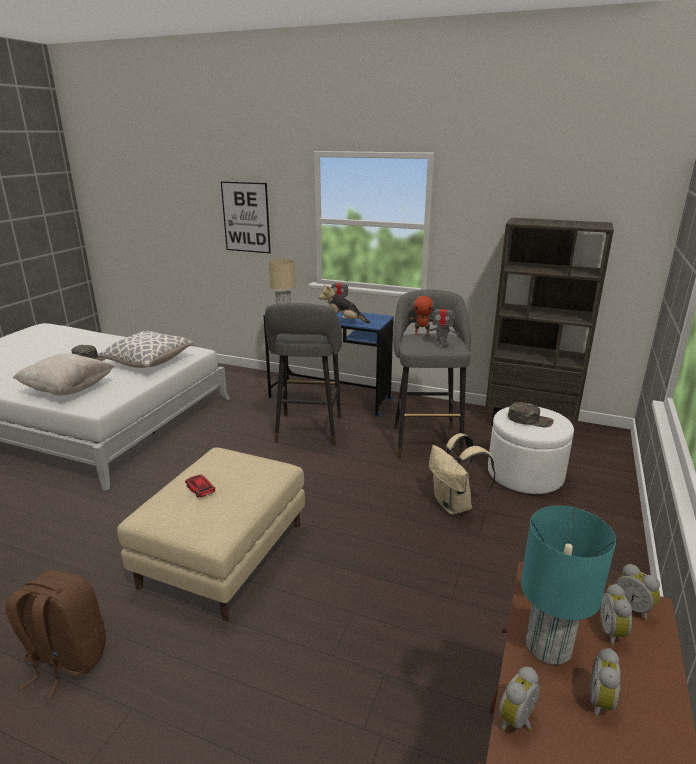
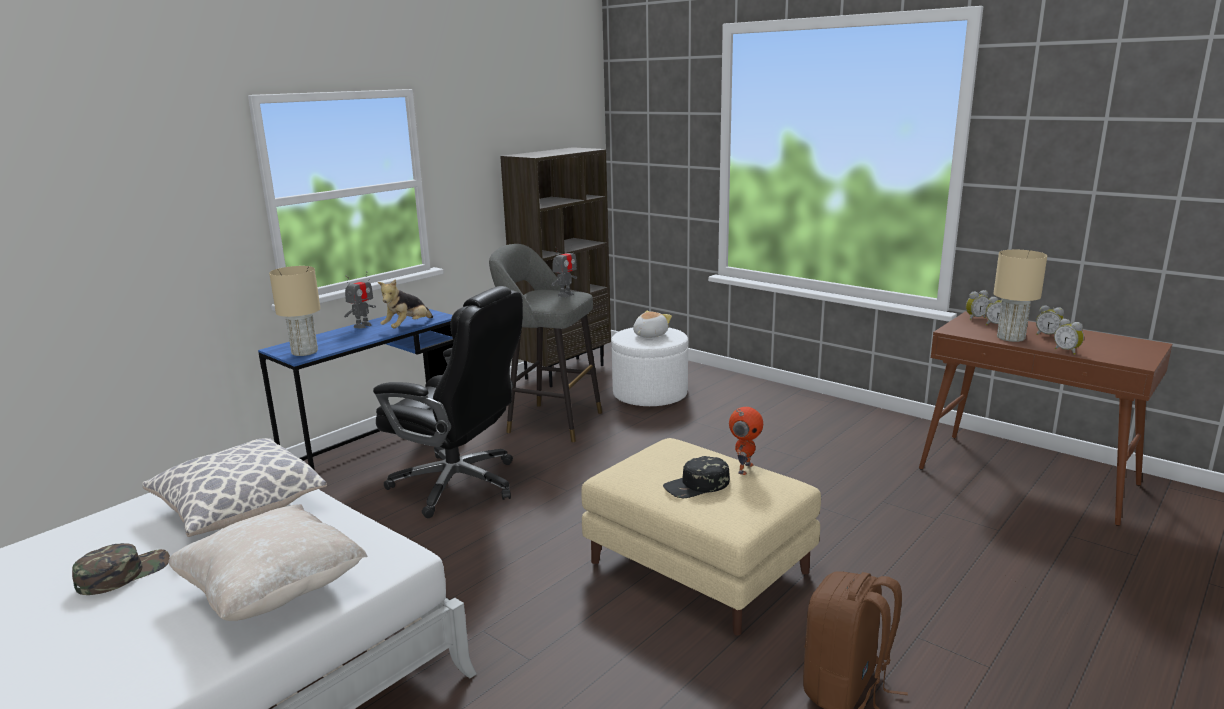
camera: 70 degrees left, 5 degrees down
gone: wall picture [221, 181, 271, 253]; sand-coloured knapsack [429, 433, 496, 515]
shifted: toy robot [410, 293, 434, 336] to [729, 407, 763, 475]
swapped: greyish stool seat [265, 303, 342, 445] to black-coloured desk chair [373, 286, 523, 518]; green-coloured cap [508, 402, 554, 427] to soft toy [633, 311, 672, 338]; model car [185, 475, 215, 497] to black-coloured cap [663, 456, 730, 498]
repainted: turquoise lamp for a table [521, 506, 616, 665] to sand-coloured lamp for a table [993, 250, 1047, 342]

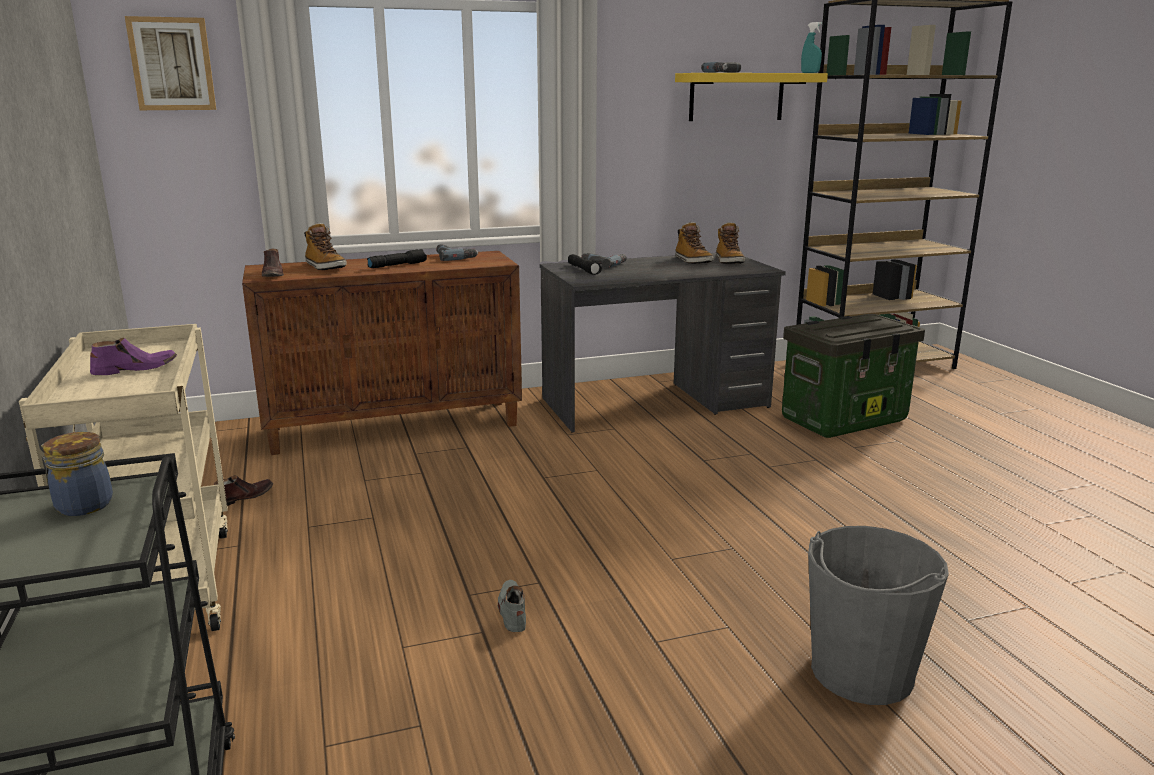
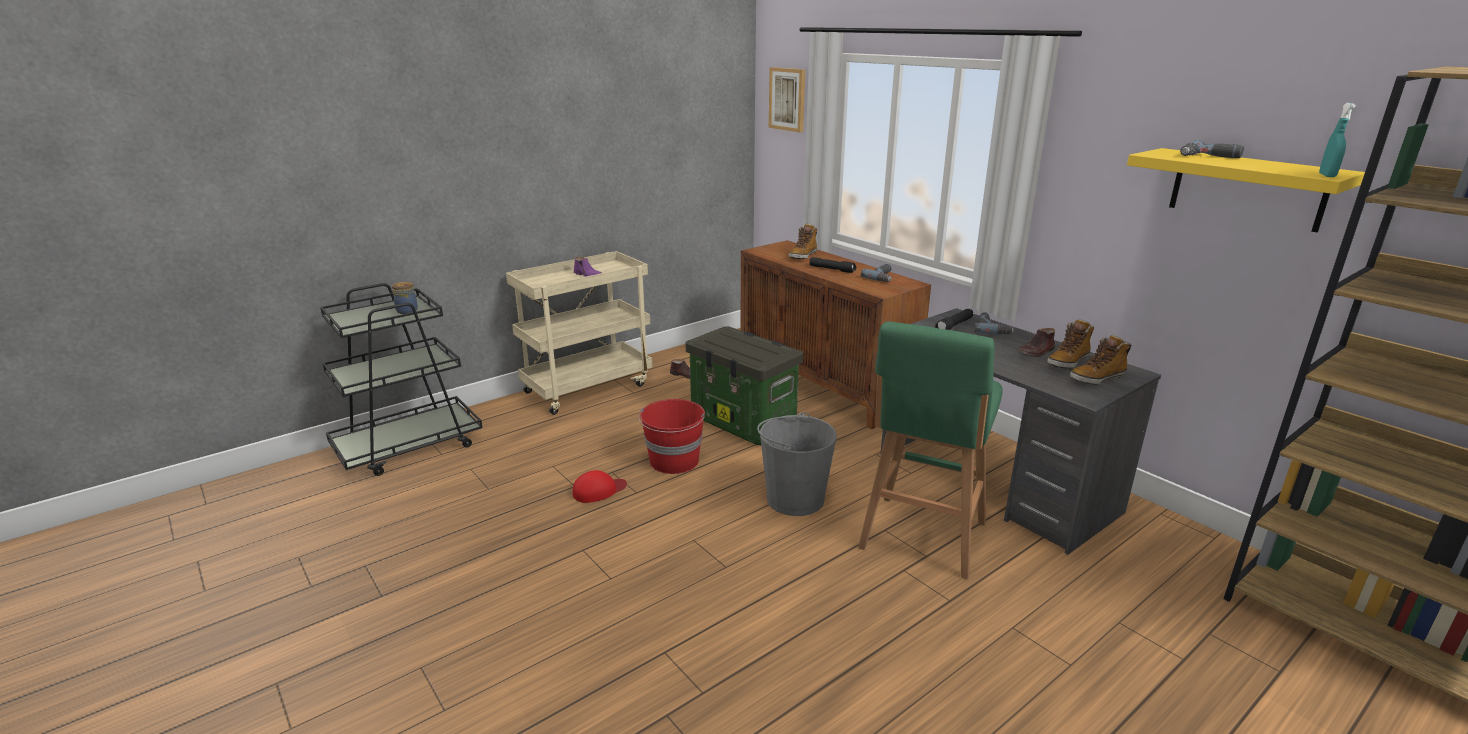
camera: 70 degrees right, 5 degrees up
new: red-coloured water bucket [638, 399, 705, 474]; green-coloured stool seat [858, 322, 1003, 579]
shifted: storage box [782, 314, 925, 438] to [685, 326, 803, 445]; greyish water bucket [808, 526, 949, 705] to [757, 412, 837, 516]; brown low shoe [262, 249, 284, 277] to [1017, 328, 1055, 357]
swapped: greyish low shoe [498, 580, 526, 632] to red-coloured cap [573, 470, 627, 503]

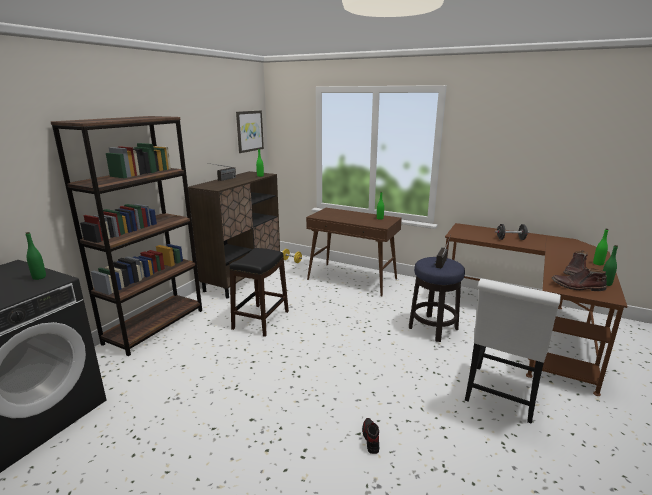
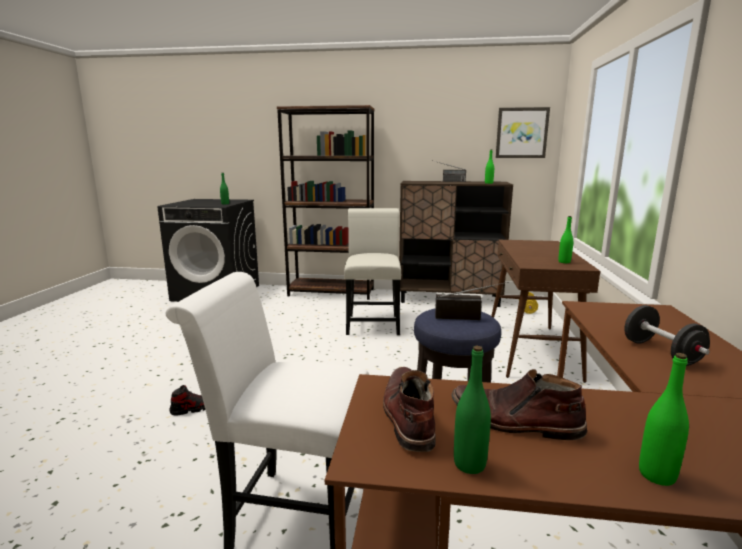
camera: 70 degrees right, 5 degrees down
swapped: black-coloured stool seat [229, 248, 289, 337] to white-coloured upright chair [344, 208, 401, 335]

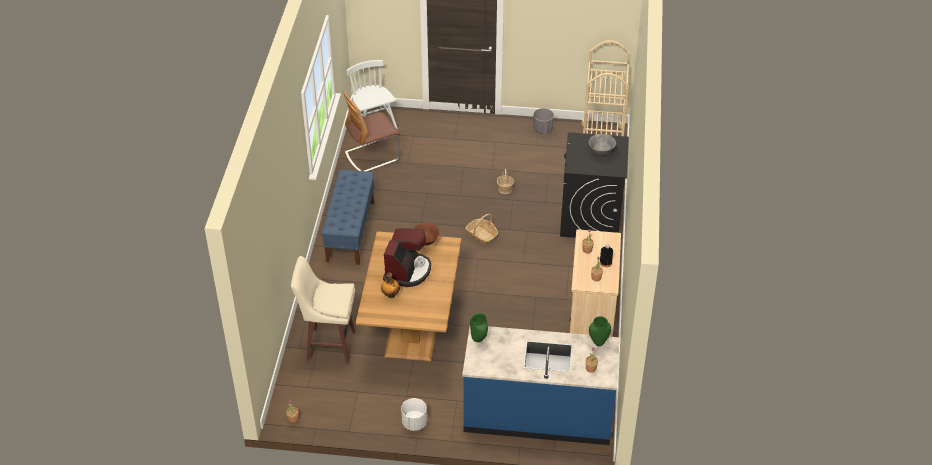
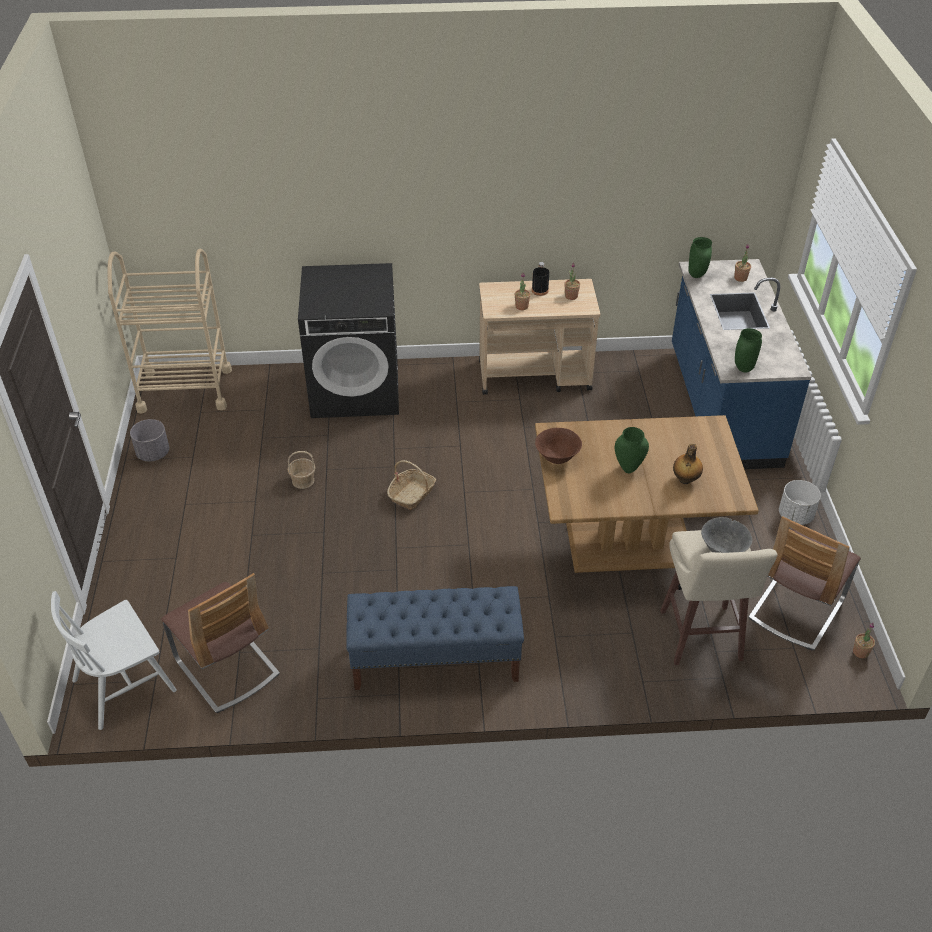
camera: 100 degrees left, 0 degrees up
new: upright chair [748, 516, 861, 651]
shifted: greyish serving bowl [589, 134, 616, 155] to [701, 517, 752, 553]
swapped: coffee machine [383, 228, 431, 287] to green-coloured vase [615, 427, 649, 473]

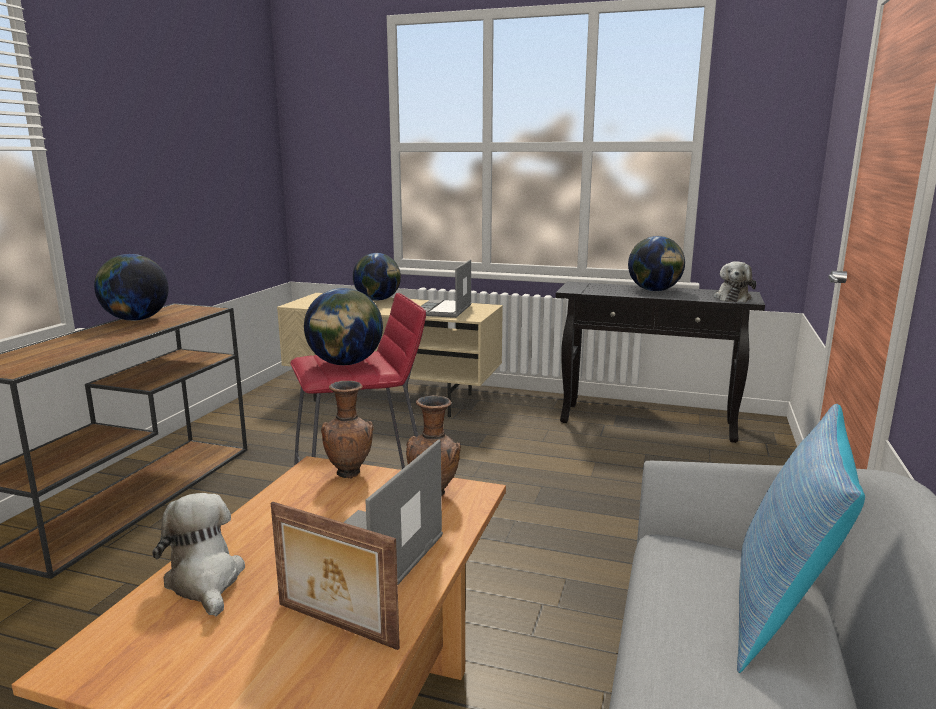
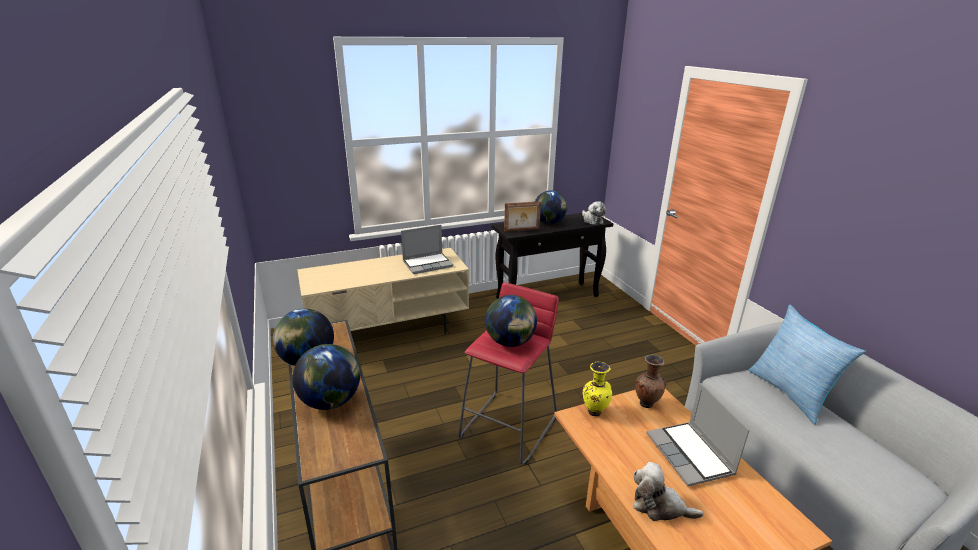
camera: 40 degrees left, 10 degrees up
shifted: world globe [353, 253, 401, 301] to [292, 344, 360, 410]; standing frame [271, 502, 400, 650] to [504, 201, 541, 232]
repainted: brown vase [321, 381, 374, 479] to yellowish vase [583, 362, 612, 416]
rotated: notebook computer [421, 259, 471, 318] = [401, 225, 453, 274] 90 degrees counterclockwise

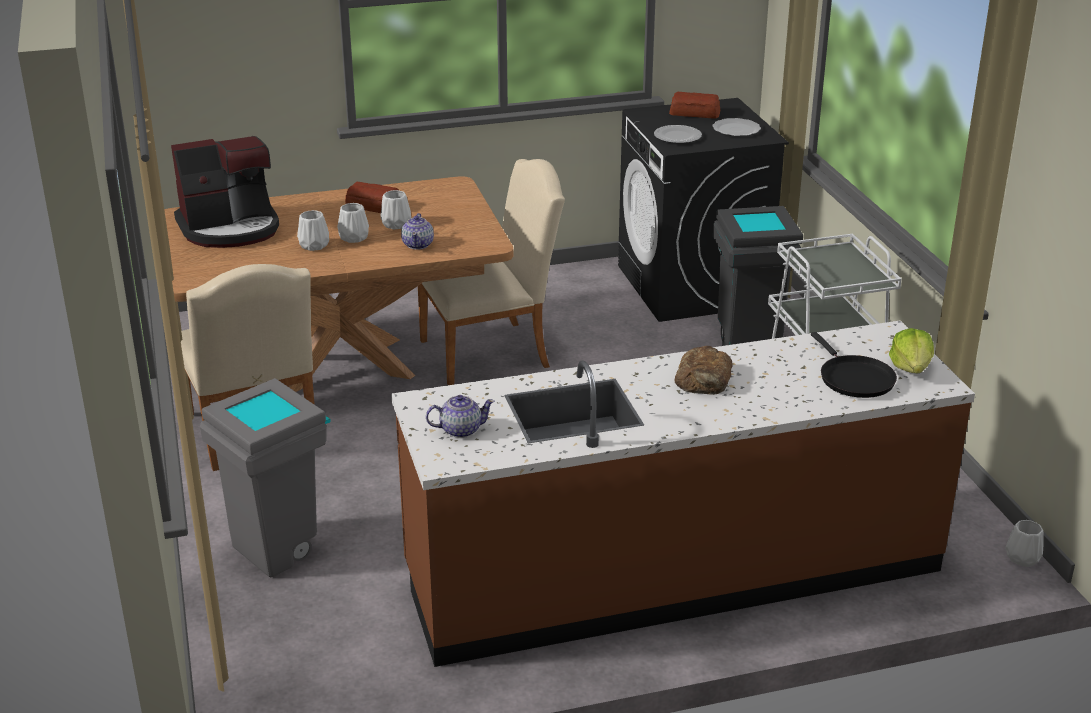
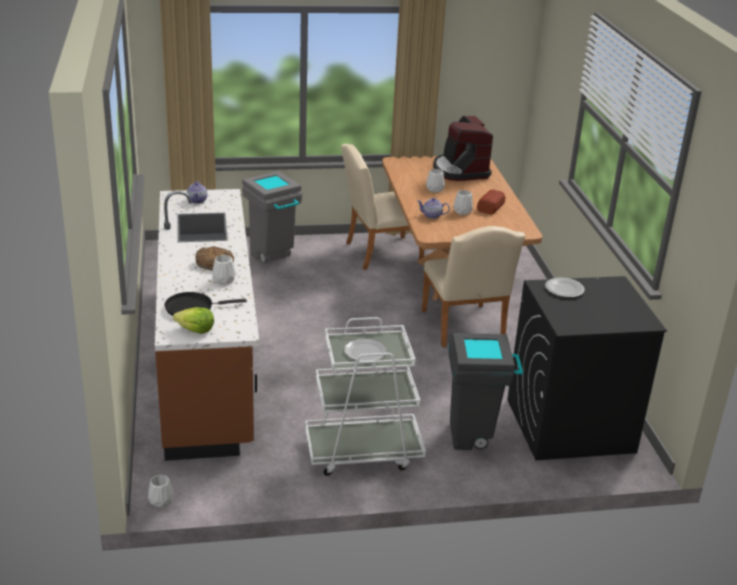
camera: 95 degrees right, 0 degrees up
gone: baked bread [669, 92, 720, 119]
shifted: white-coloured vase [338, 203, 369, 243] to [212, 255, 235, 285]; flat dish [712, 118, 761, 137] to [344, 339, 386, 361]

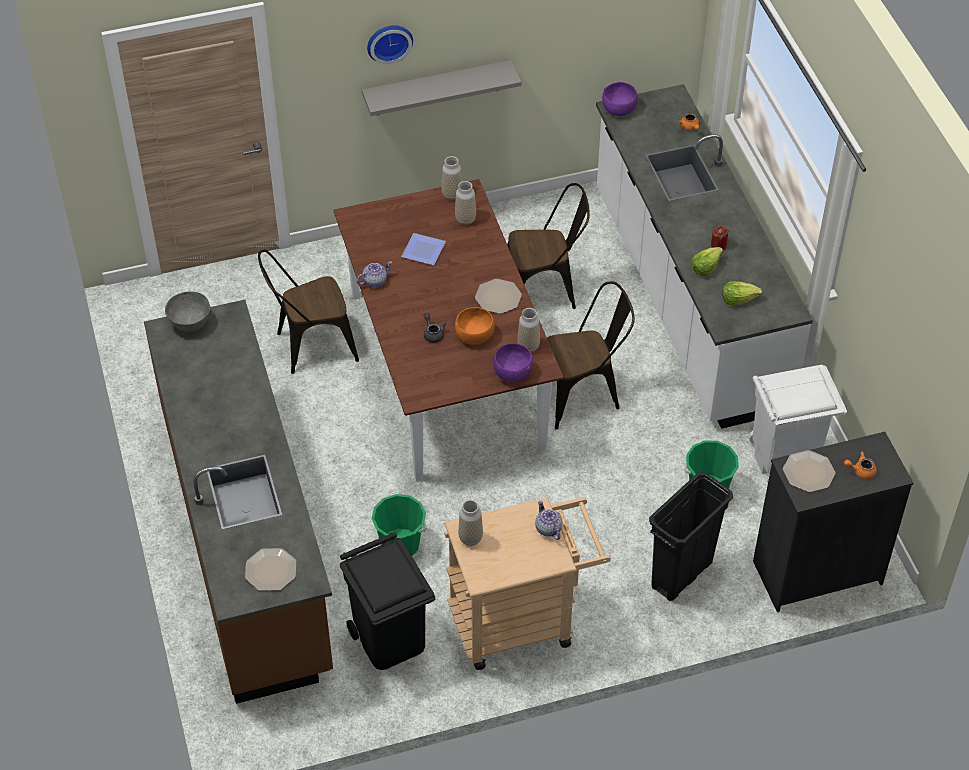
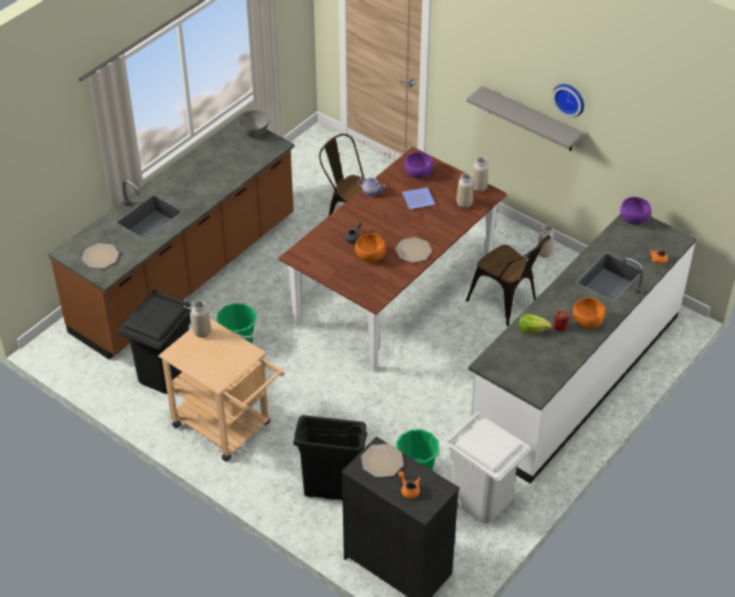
camera: 55 degrees right, 5 degrees down
gone: teapot [535, 501, 563, 540]; brown upright chair [547, 281, 635, 430]; lettuce [722, 281, 762, 306]
new: orange-coloured serving bowl [573, 298, 605, 329]
shifted: purple-coloured serving bowl [493, 343, 533, 382] to [404, 152, 433, 178]; vase [517, 308, 540, 352] to [538, 225, 554, 258]; hanging clock [367, 25, 413, 64] to [552, 84, 584, 117]

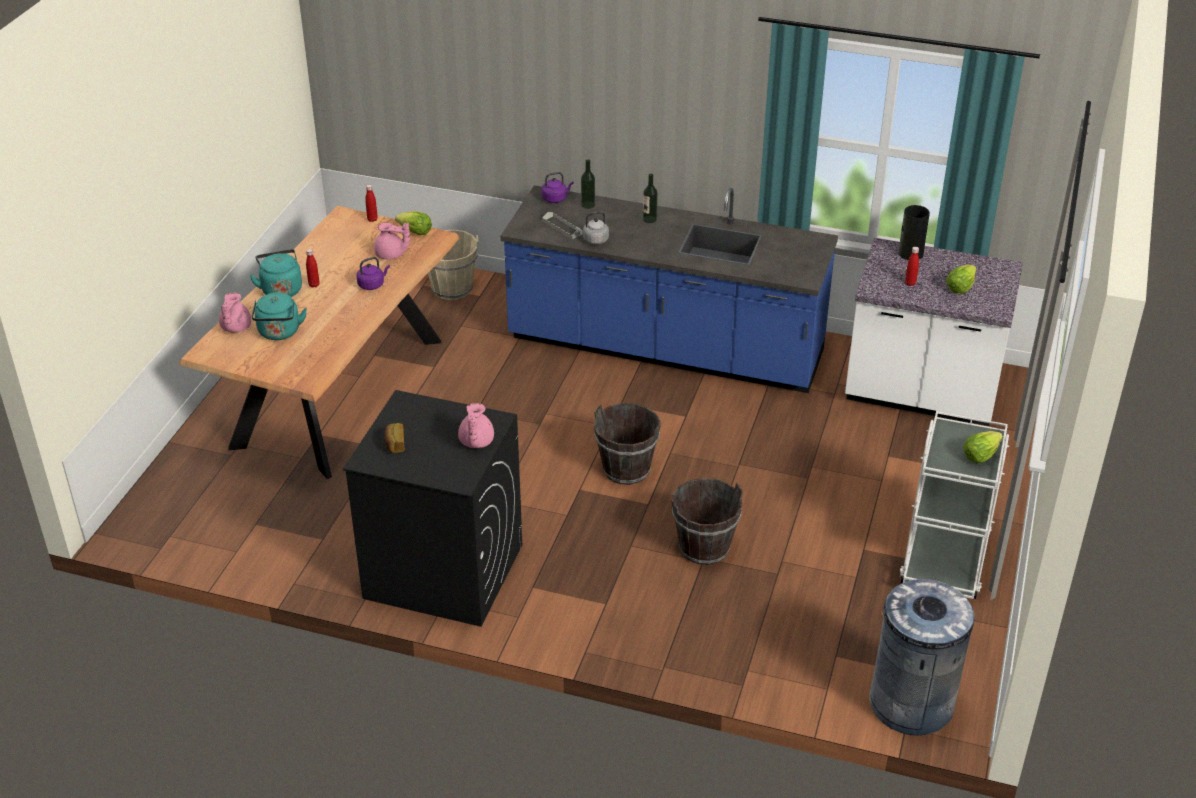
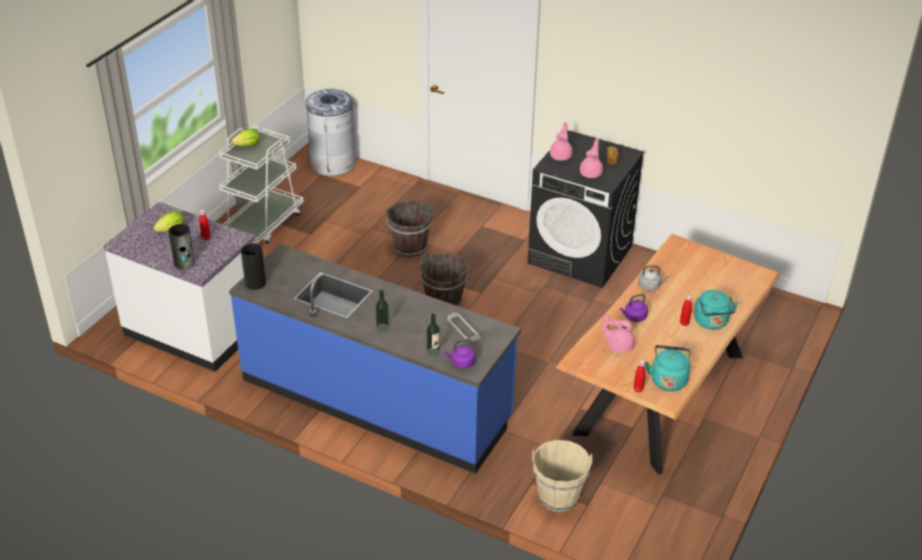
camera: 170 degrees left, 0 degrees up
gone: lettuce [395, 211, 432, 235]
new: vase [241, 243, 266, 290]
shifted: pink-coloured teapot [219, 293, 251, 332] to [580, 139, 603, 178]; greyish tea kettle [575, 211, 609, 245] to [638, 265, 668, 291]; turquoise tea kettle [252, 293, 307, 340] to [645, 345, 691, 391]

